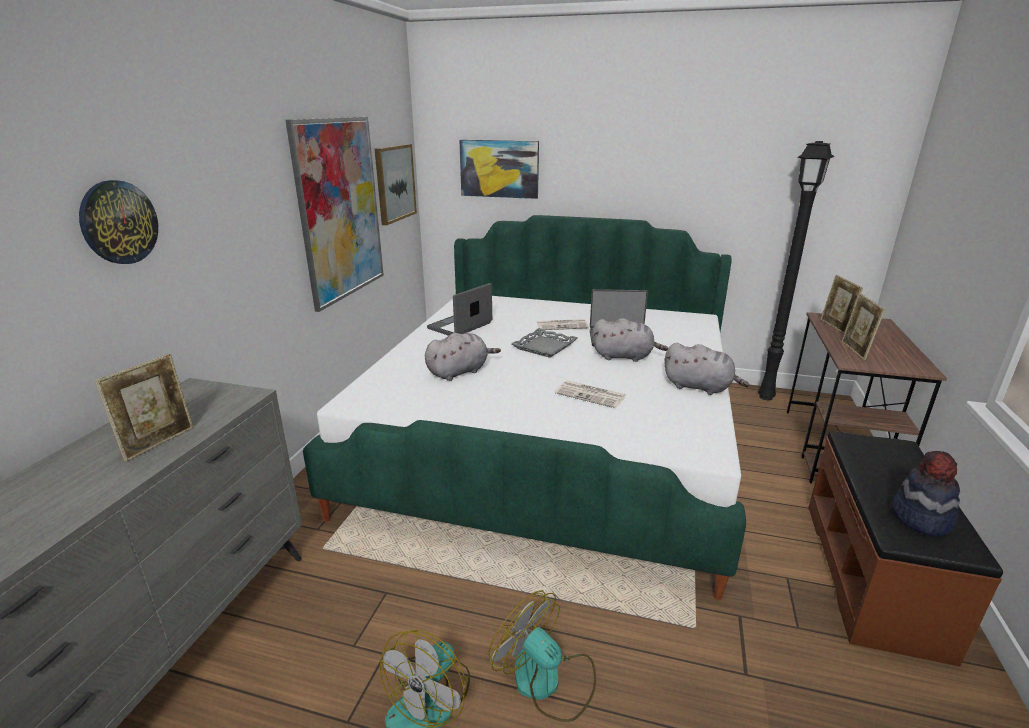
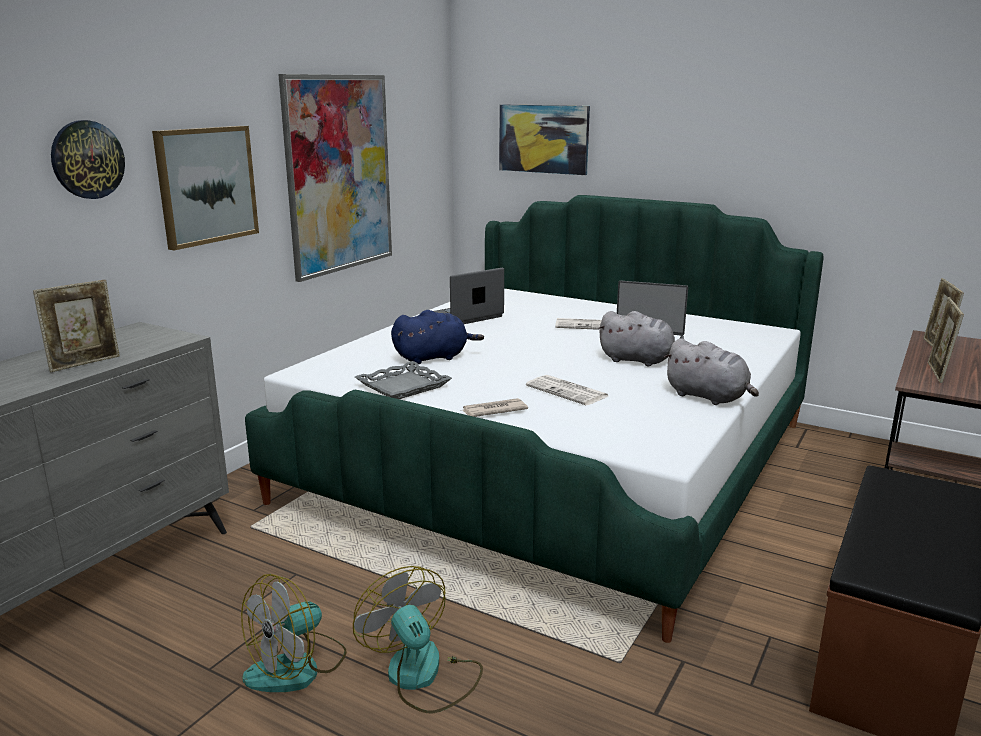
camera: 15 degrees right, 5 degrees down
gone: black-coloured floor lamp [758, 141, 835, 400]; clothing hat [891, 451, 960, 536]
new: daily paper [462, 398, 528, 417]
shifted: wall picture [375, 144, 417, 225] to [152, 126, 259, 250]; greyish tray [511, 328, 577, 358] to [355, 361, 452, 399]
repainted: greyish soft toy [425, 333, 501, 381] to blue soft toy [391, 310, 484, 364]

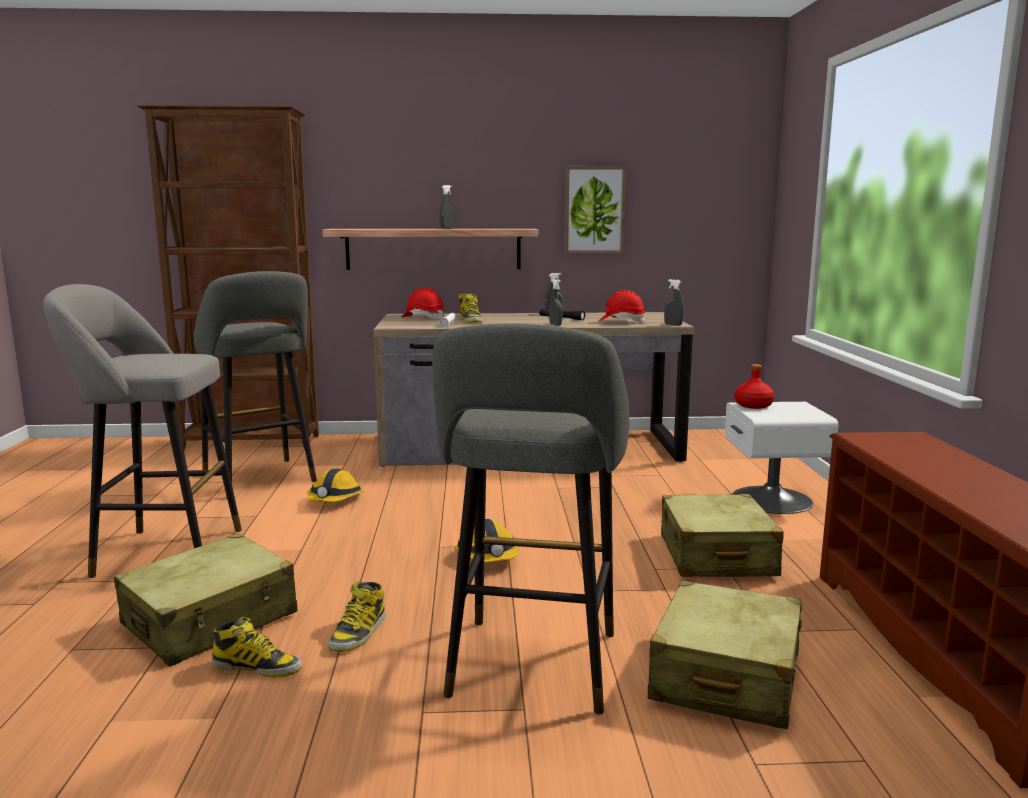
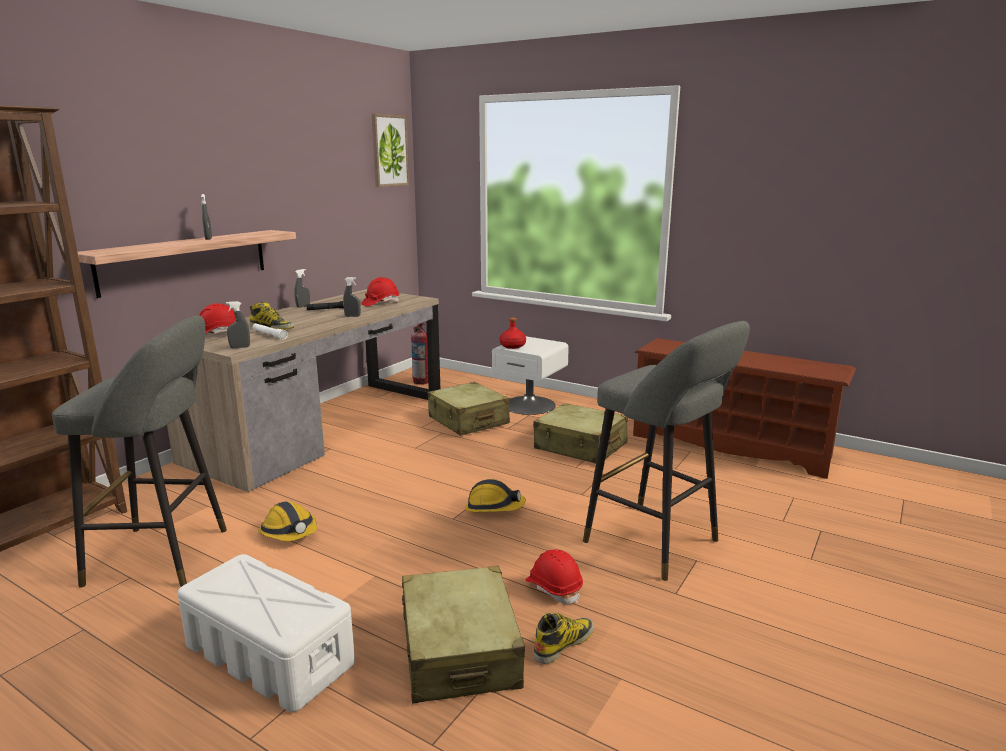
camera: 55 degrees left, 5 degrees up
new: extinguisher [411, 323, 429, 385]
shifted: greyish spray bottle [664, 279, 684, 326] to [226, 301, 250, 348]; wall picture [564, 166, 626, 254] to [372, 114, 410, 187]; sand-coloured suitcase [648, 580, 802, 729] to [428, 382, 510, 436]
swapped: greyish stool seat [43, 284, 242, 578] to white-coloured storage box [177, 554, 355, 712]; boot [328, 581, 386, 652] to red-coloured hard hat [525, 549, 583, 604]

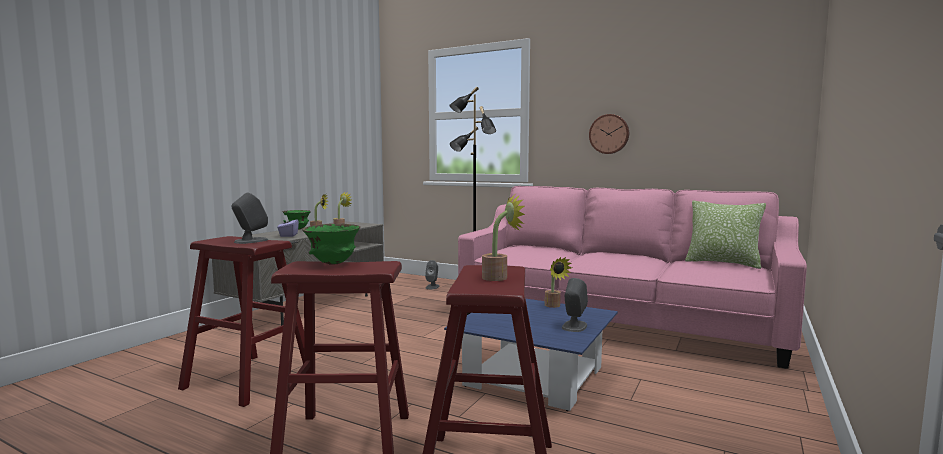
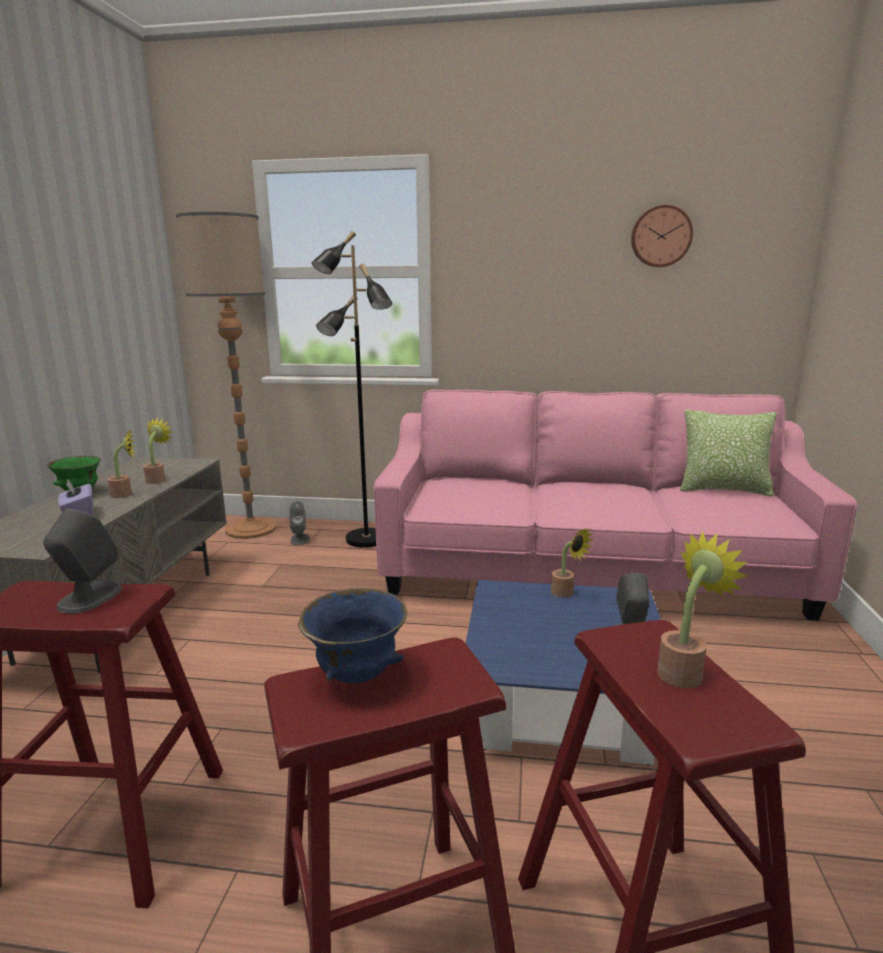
camera: 20 degrees left, 10 degrees up
new: floor lamp [176, 212, 276, 539]
shifted: hanging clock [589, 114, 629, 154] to [631, 205, 693, 267]
repainted: green-coloured serving bowl [302, 224, 360, 265] to blue serving bowl [298, 588, 407, 684]

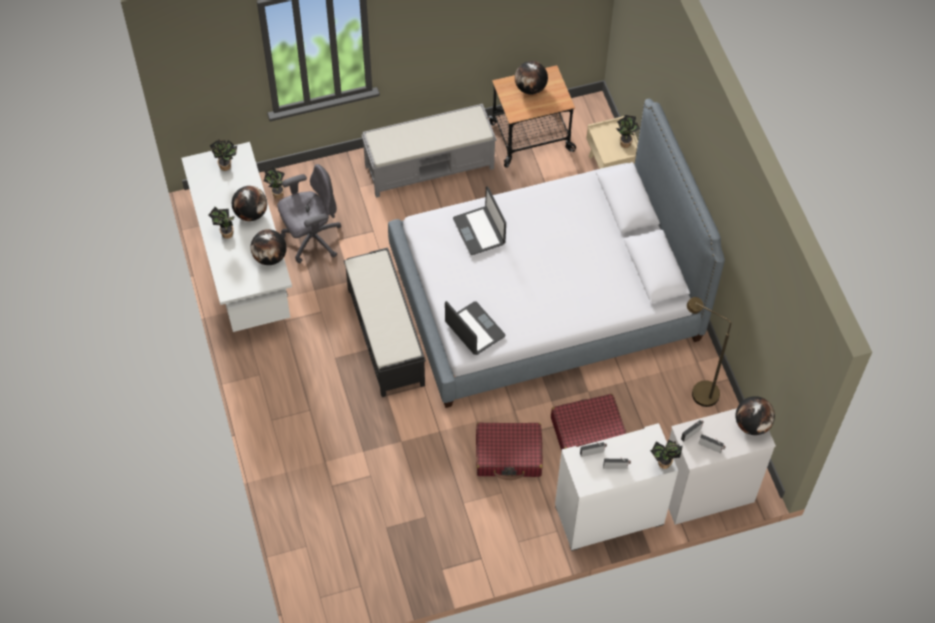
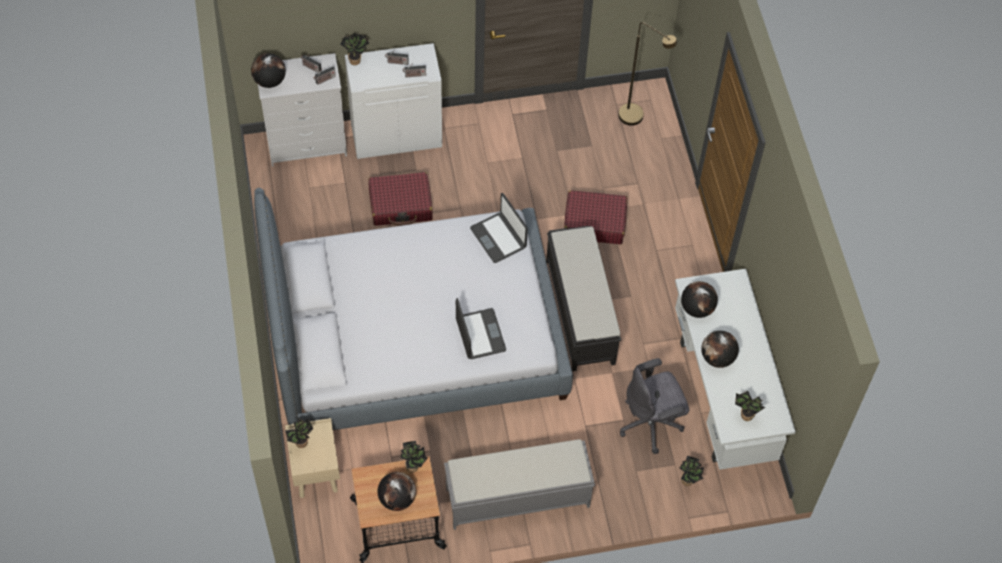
camera: 175 degrees left, 0 degrees up
shifted: plant in a pot [208, 207, 235, 239] to [400, 441, 428, 473]; red-coloured suitcase [476, 422, 543, 480] to [564, 190, 627, 244]; brown floor lamp [687, 297, 731, 407] to [618, 22, 677, 126]

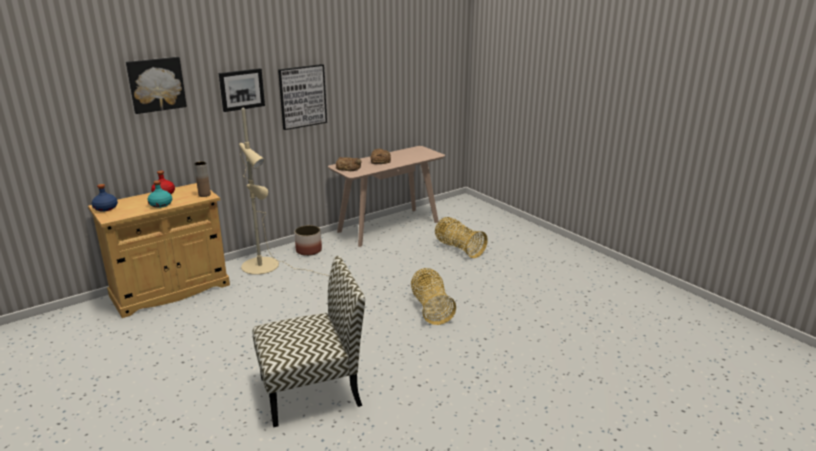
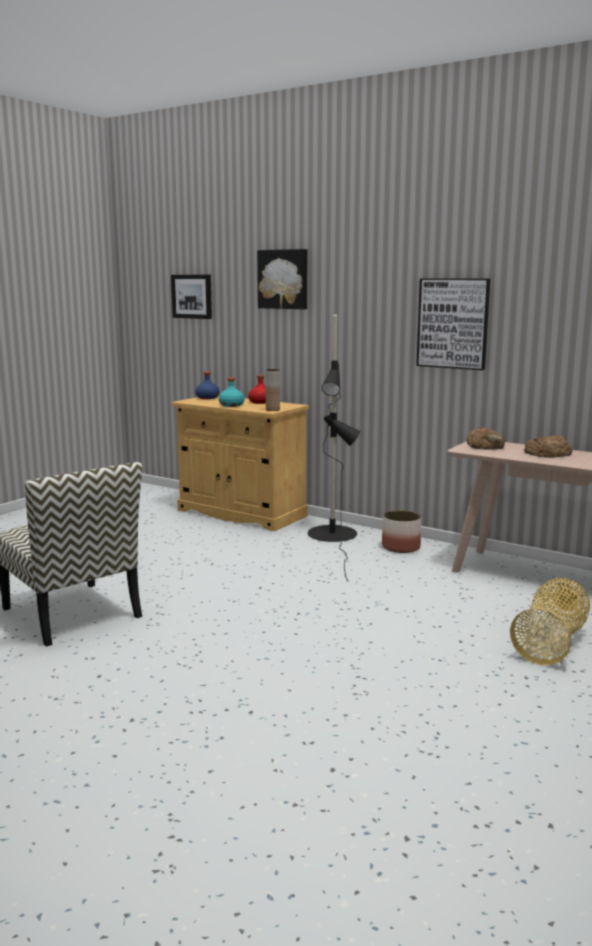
camera: 70 degrees right, 10 degrees down
gone: basket [411, 268, 456, 325]
shifted: wall picture [219, 68, 265, 112] to [171, 275, 212, 319]
repainted: sand-coloured floor lamp [239, 108, 330, 276] to black-coloured floor lamp [308, 314, 360, 581]

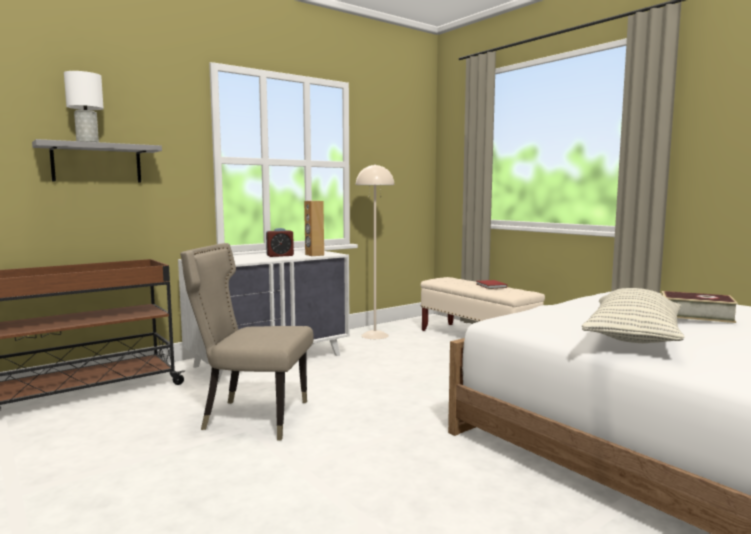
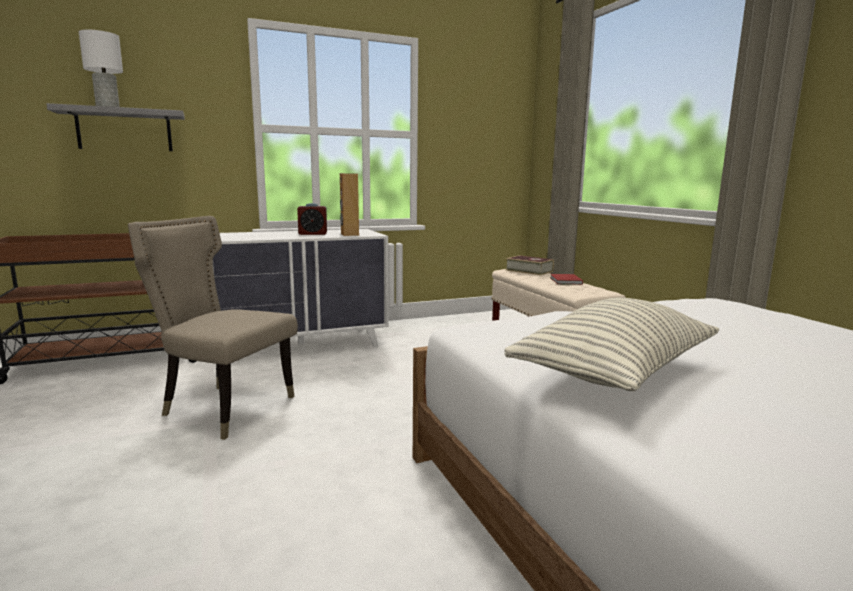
camera: 15 degrees right, 5 degrees up
gone: sand-coloured floor lamp [356, 164, 394, 339]
shifted: book [661, 291, 738, 323] to [506, 255, 554, 275]

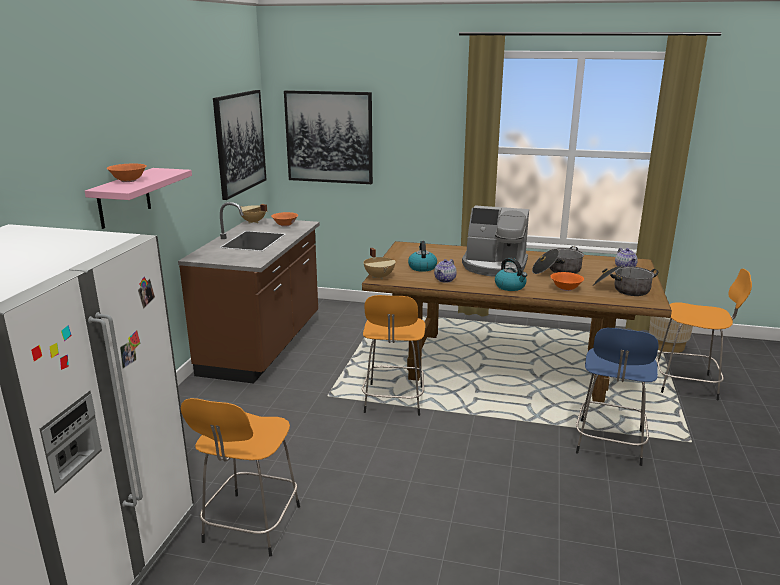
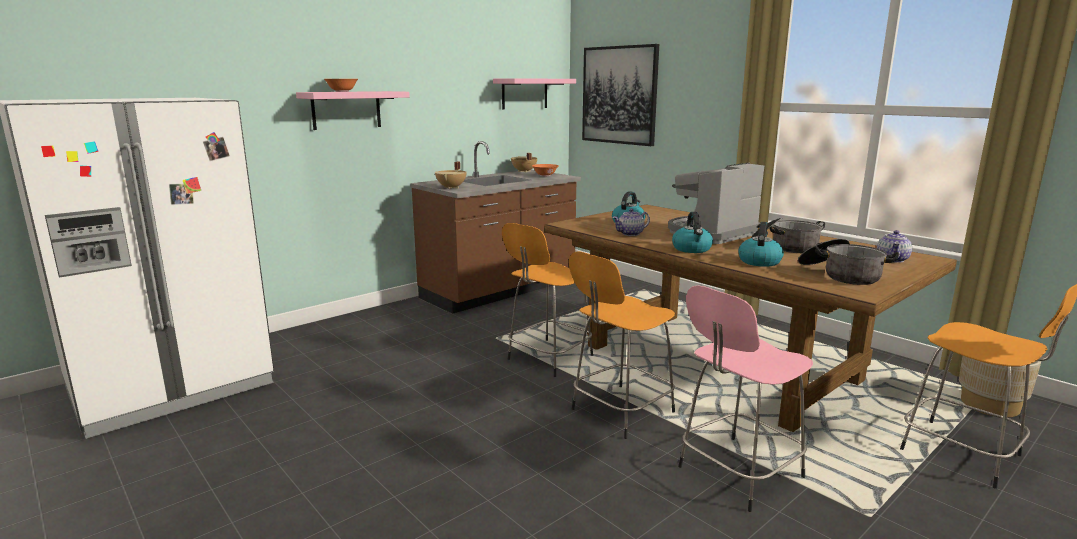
camera: 35 degrees right, 5 degrees down
shifted: sand-coloured saucepot [364, 248, 396, 280] to [435, 161, 467, 189]; orange-coloured stool seat [181, 398, 300, 557] to [569, 251, 675, 439]
swapped: wall picture [213, 90, 267, 200] to pink-coloured bracket shelf [493, 78, 576, 110]; orange-coloured serving bowl [551, 272, 584, 291] to tea kettle [738, 222, 784, 267]
repainted: blue stool seat [576, 328, 659, 466] to pink-coloured stool seat [678, 285, 813, 512]
rotated: coffee machine [462, 206, 529, 277] = [668, 163, 764, 244] 90 degrees clockwise

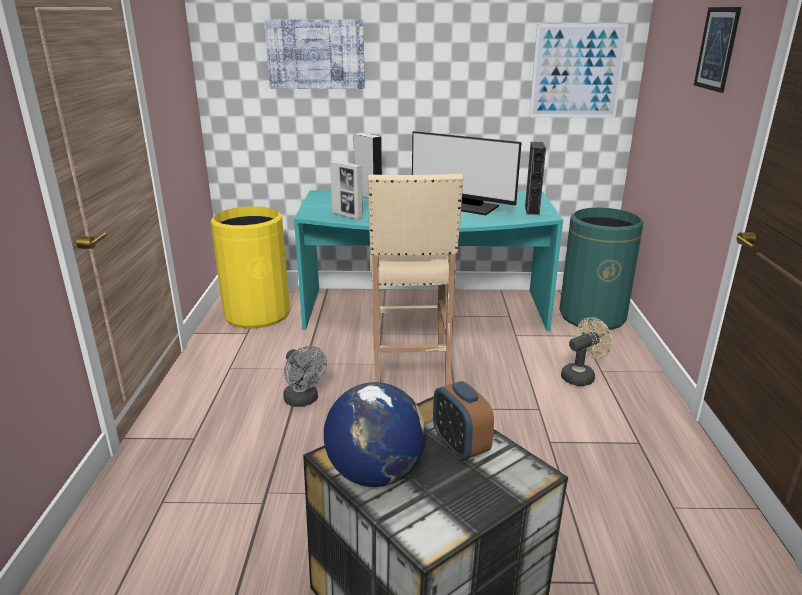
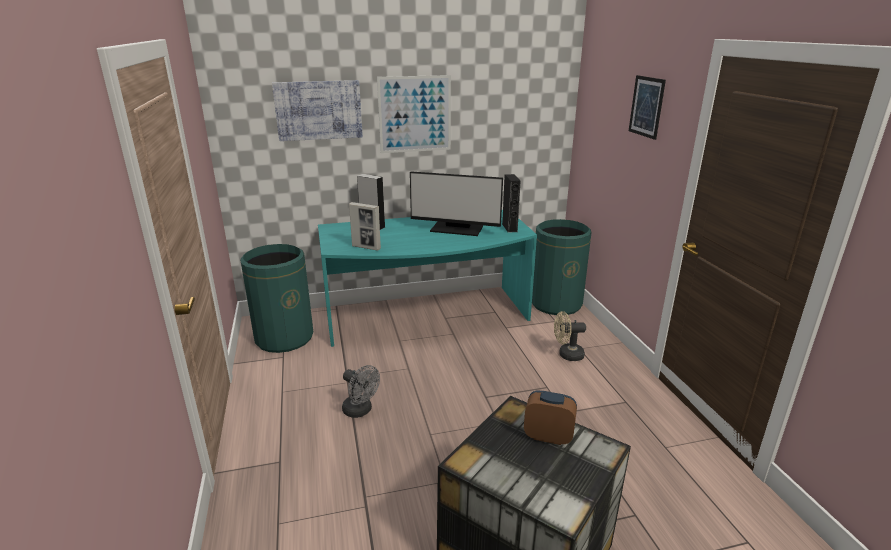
camera: 15 degrees left, 0 degrees up
gone: world globe [324, 382, 426, 487]; sand-coloured stool seat [368, 174, 463, 386]
shifted: wall picture [529, 24, 629, 117] to [377, 75, 451, 153]
repainted: yellowish trash can [211, 206, 290, 329] to green-coloured trash can [240, 244, 313, 353]
rotated: table clock [433, 381, 494, 460] = [524, 390, 577, 445] 150 degrees clockwise; sand-coloured fan [561, 317, 613, 386] = [554, 311, 586, 361] 135 degrees counterclockwise

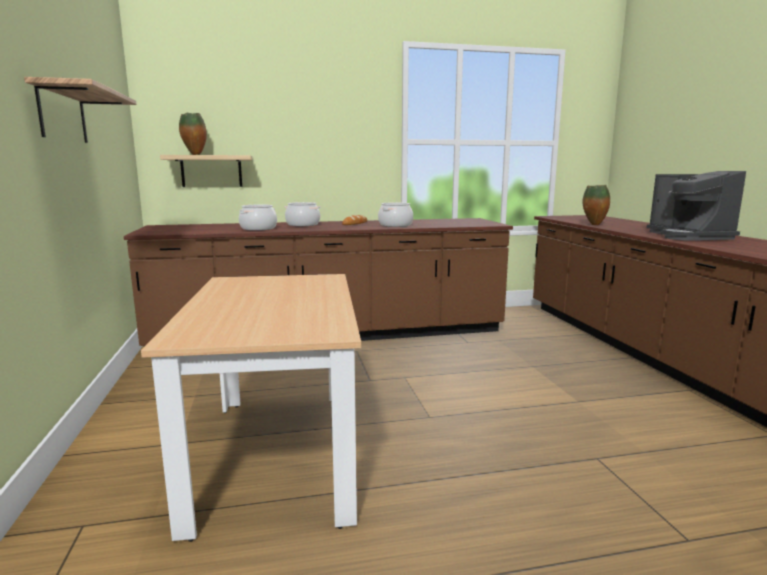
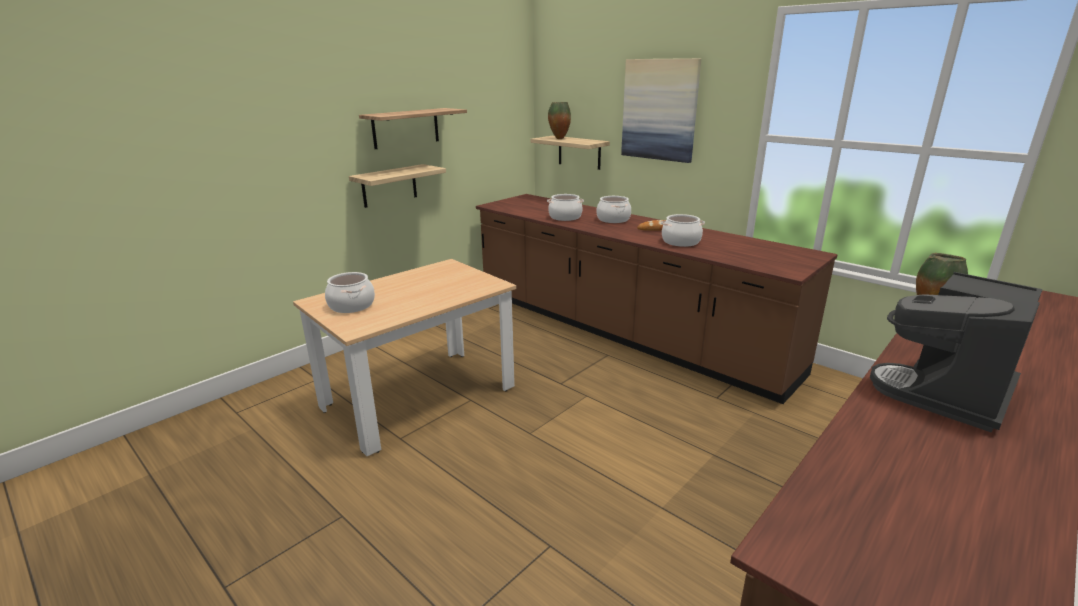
camera: 55 degrees right, 10 degrees up
new: saucepot [325, 272, 375, 313]; bracket shelf [349, 164, 446, 208]; wall picture [621, 58, 701, 163]

